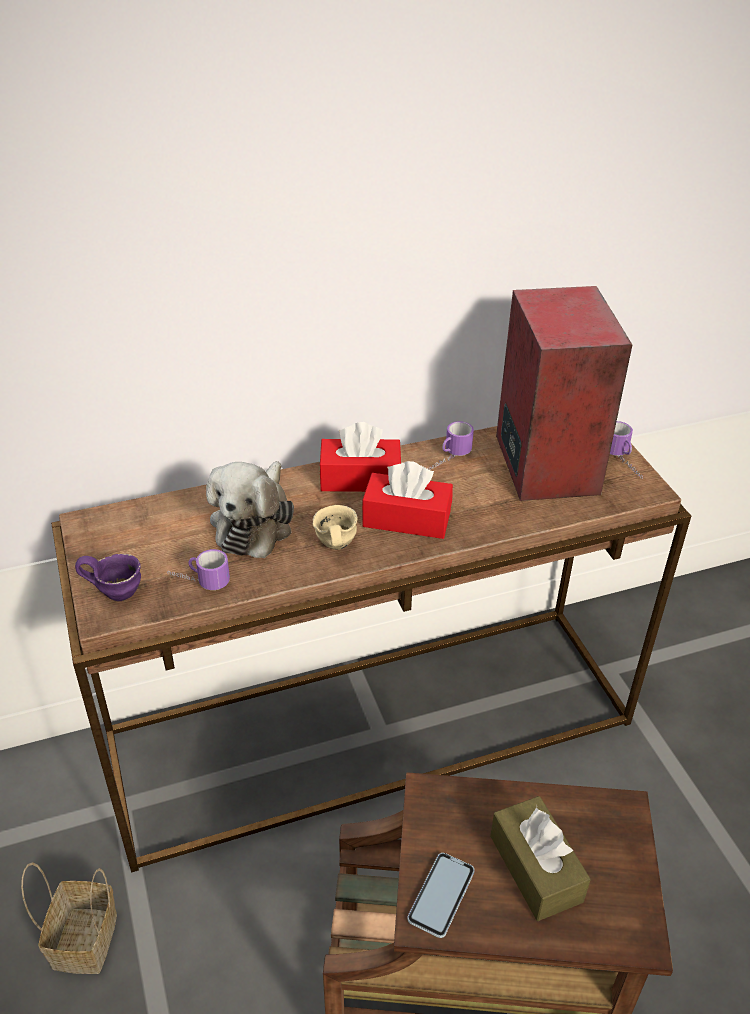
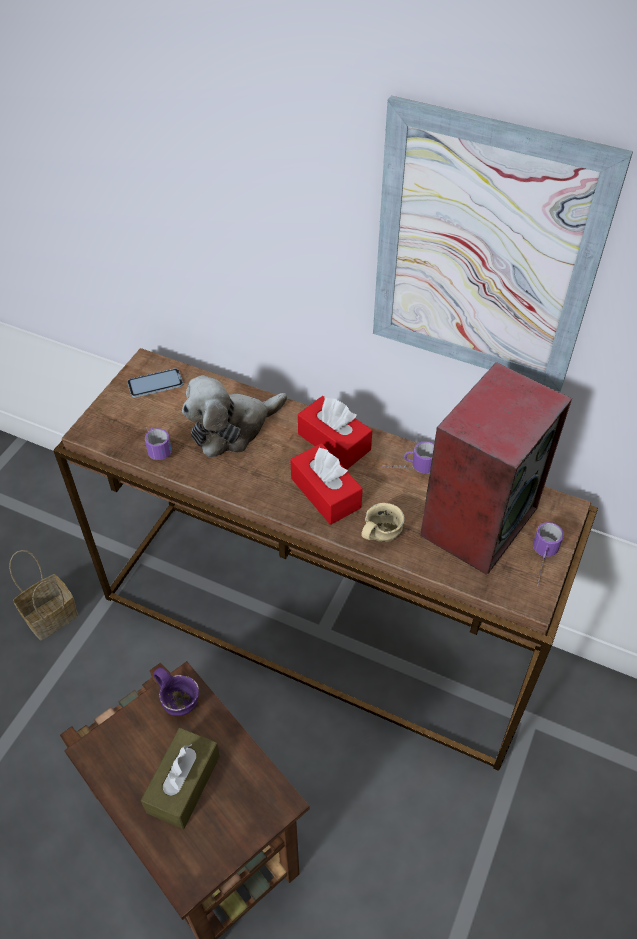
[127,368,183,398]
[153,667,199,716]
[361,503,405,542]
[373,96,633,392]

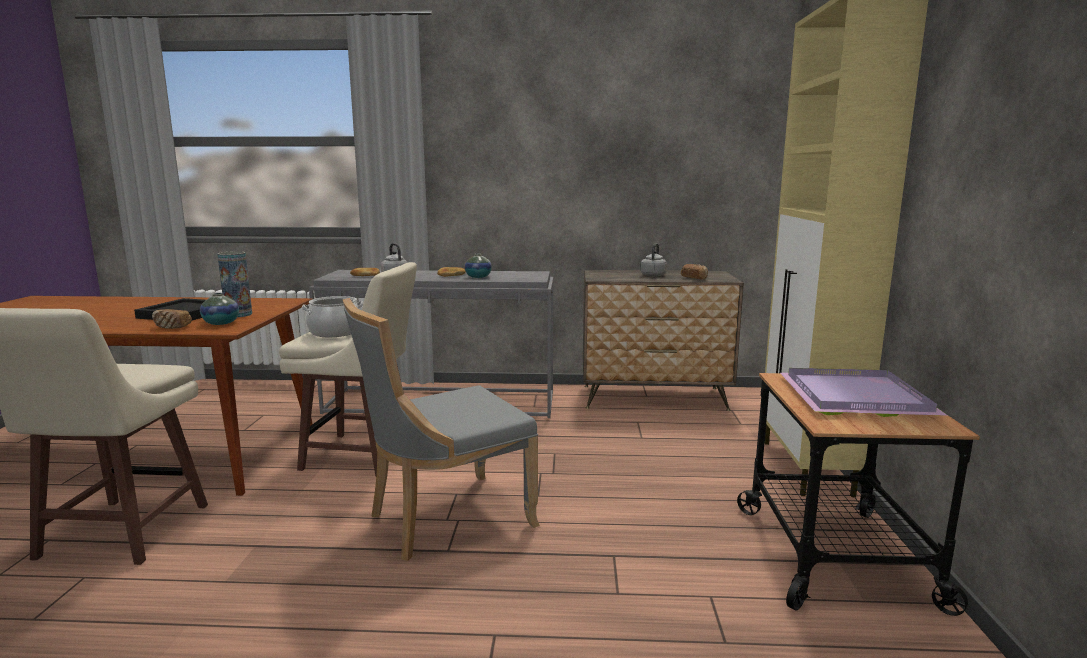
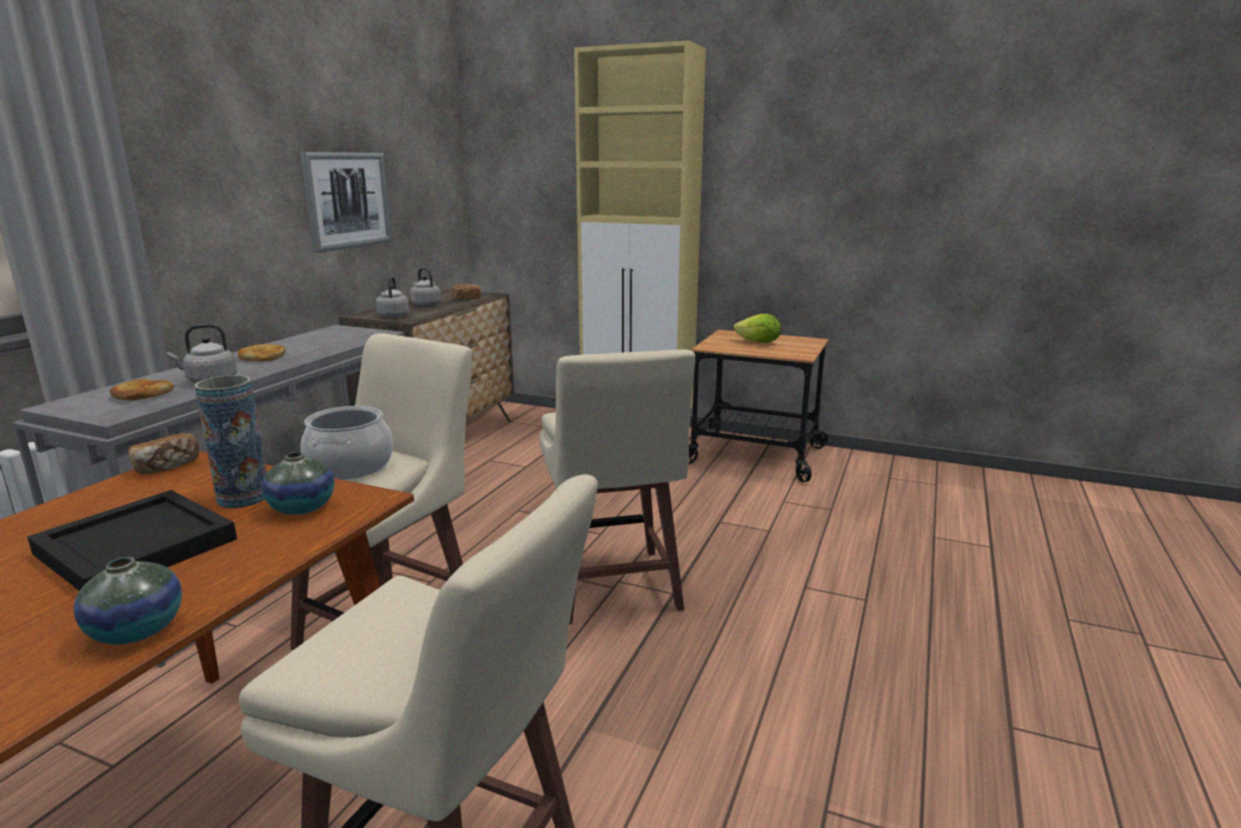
[74,557,182,645]
[128,433,199,474]
[300,152,392,253]
[375,276,409,318]
[539,349,695,625]
[734,314,781,343]

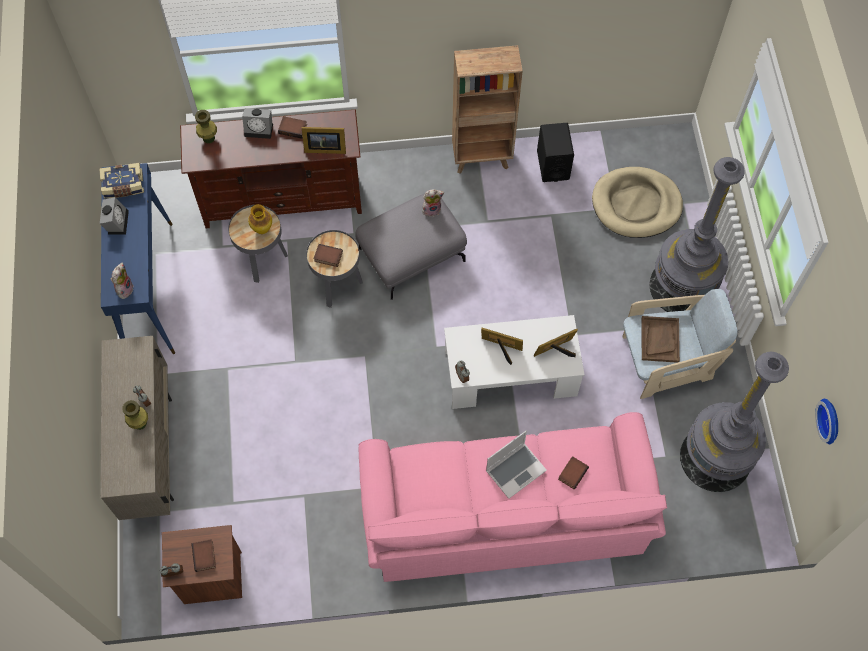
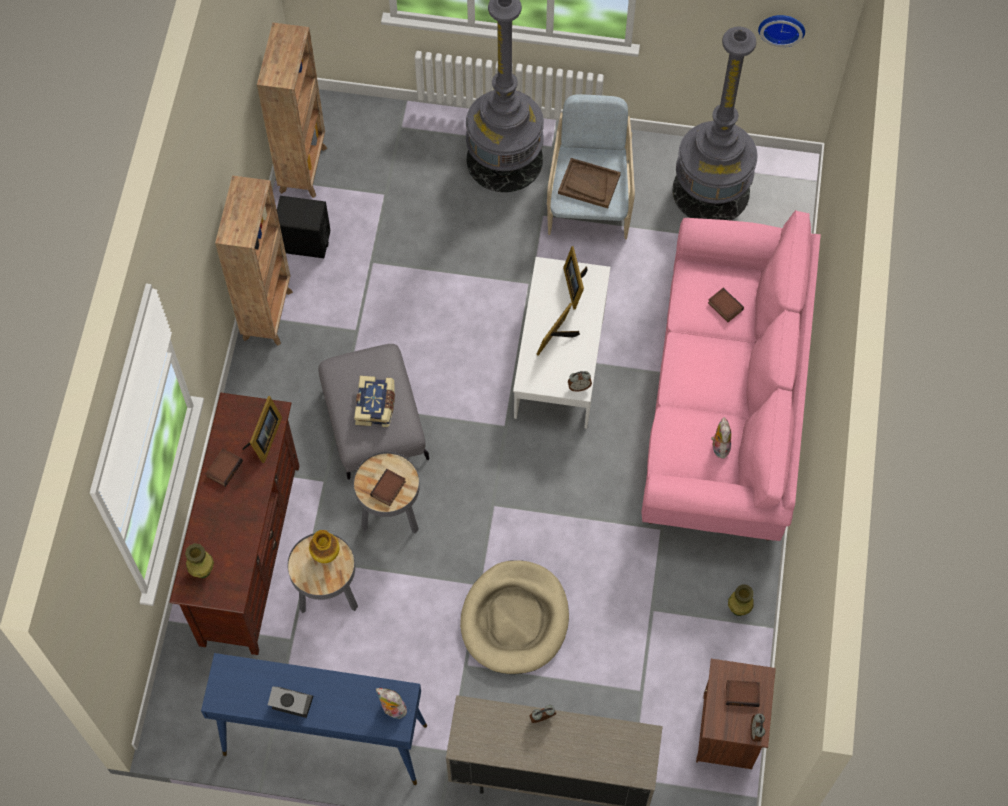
[257,23,327,198]
[354,376,395,427]
[460,560,569,674]
[711,417,731,459]
[728,584,754,616]
[242,108,273,139] (first image)
[486,431,547,499] (first image)

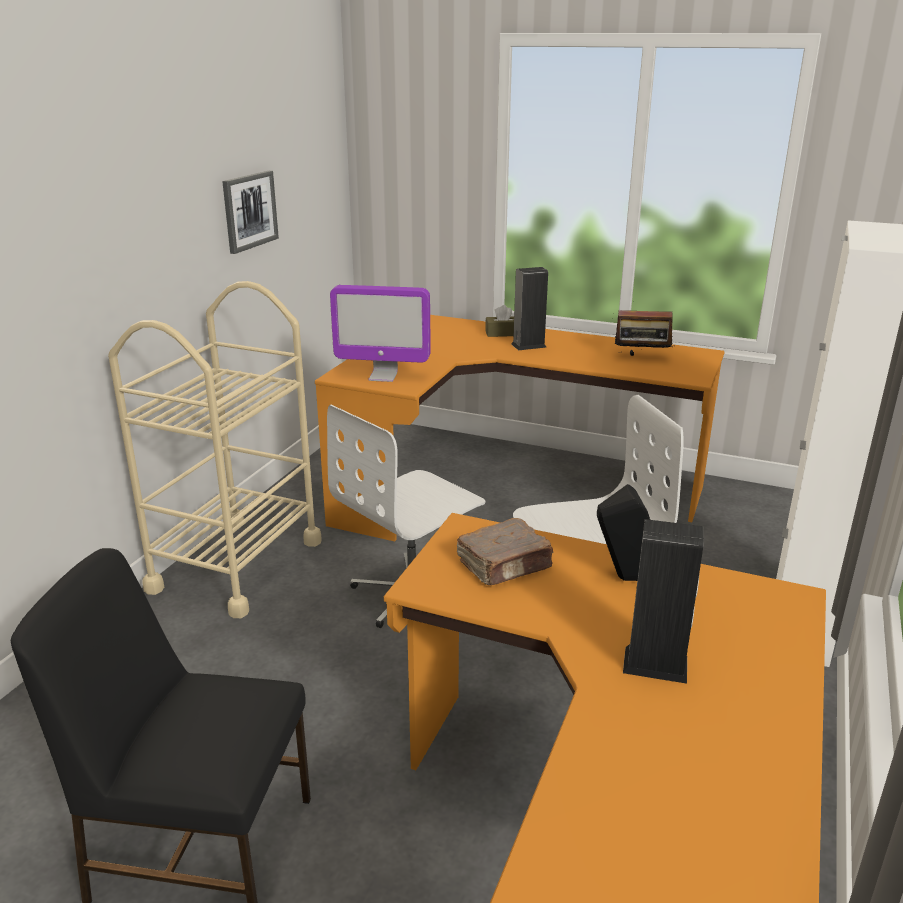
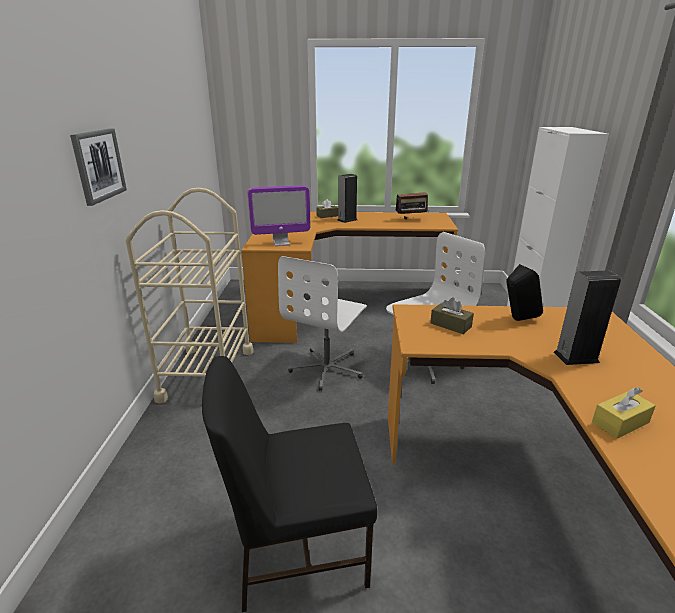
[70,128,127,206]
[430,297,474,334]
[592,388,656,439]

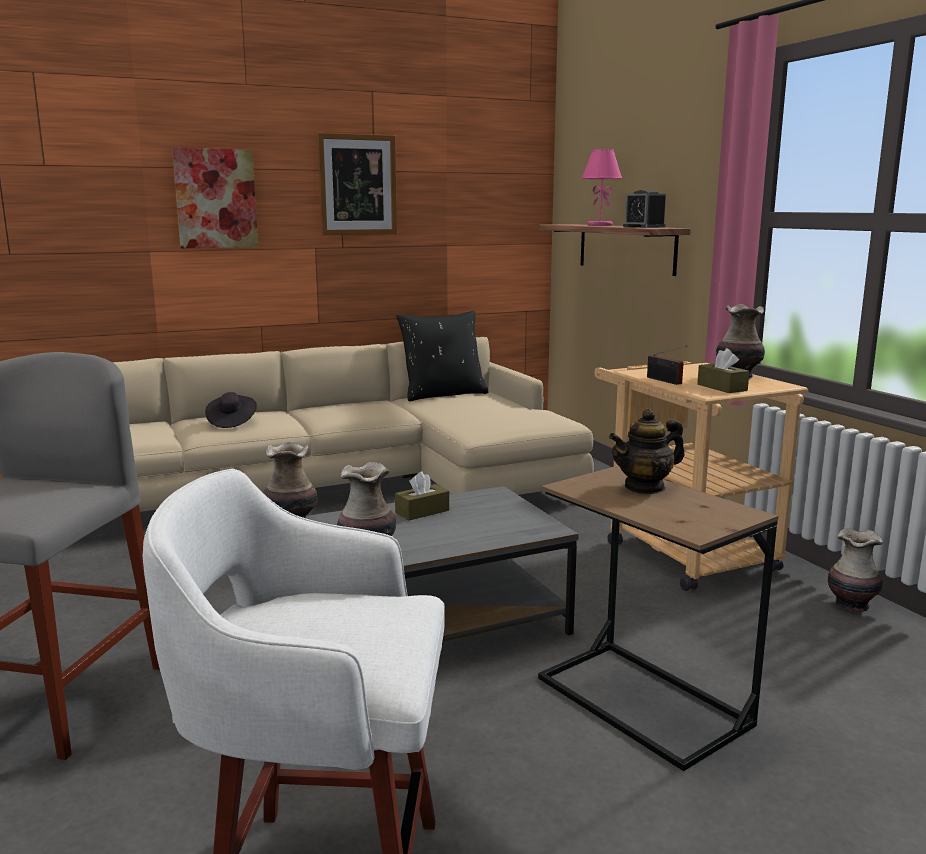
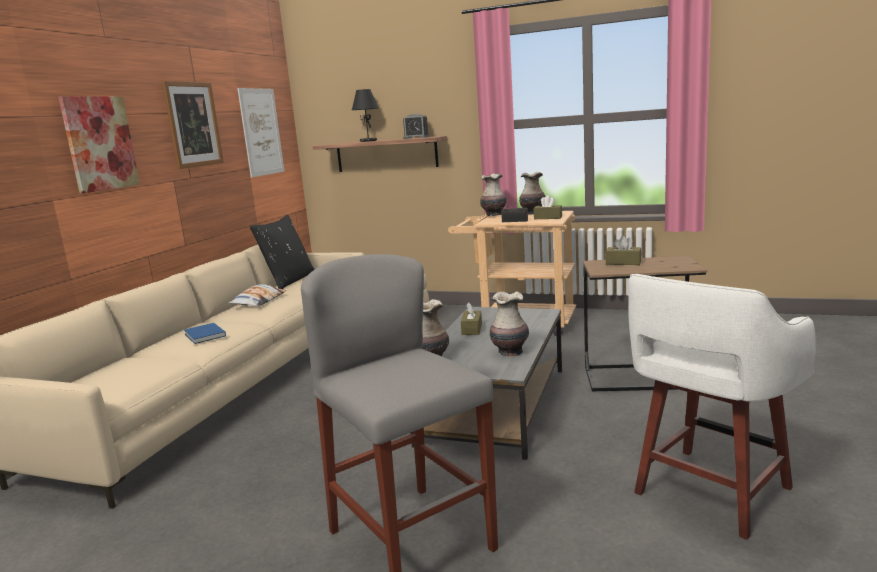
[184,323,226,344]
[229,284,286,306]
[237,88,285,178]
[352,89,379,142]
[480,173,506,216]
[606,236,642,265]

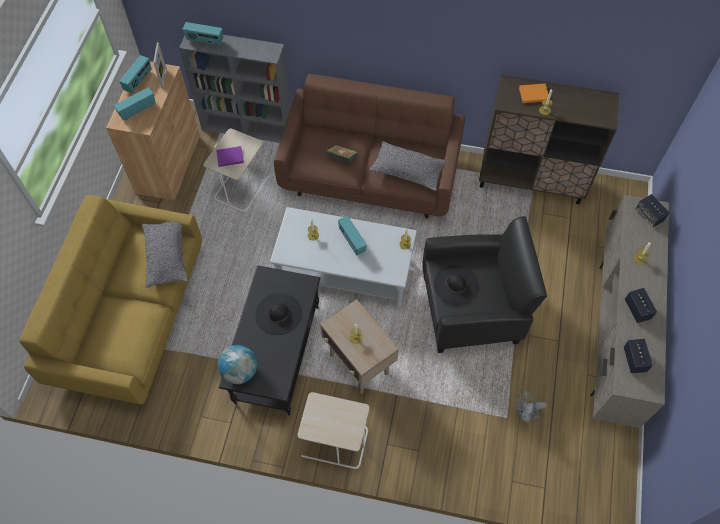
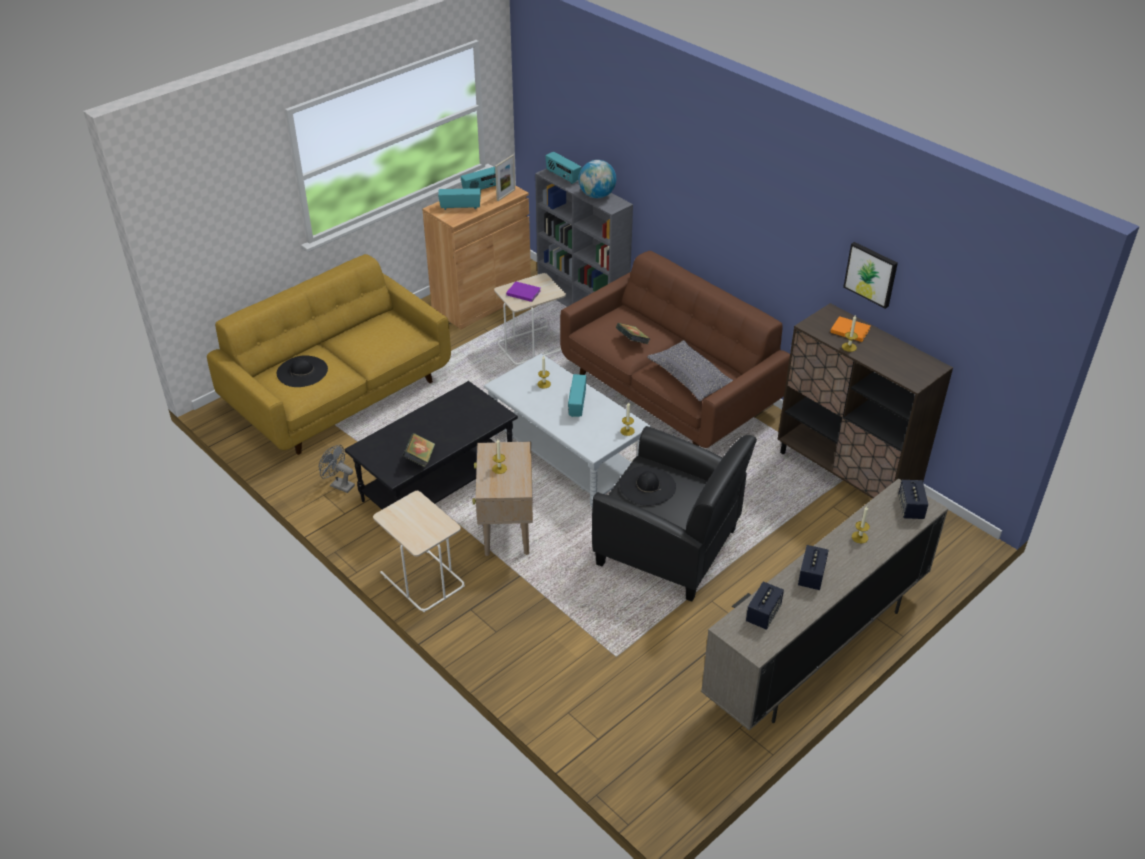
[276,355,328,387]
[319,445,355,493]
[403,433,435,467]
[579,160,616,198]
[843,242,898,309]
[142,222,188,288] (first image)

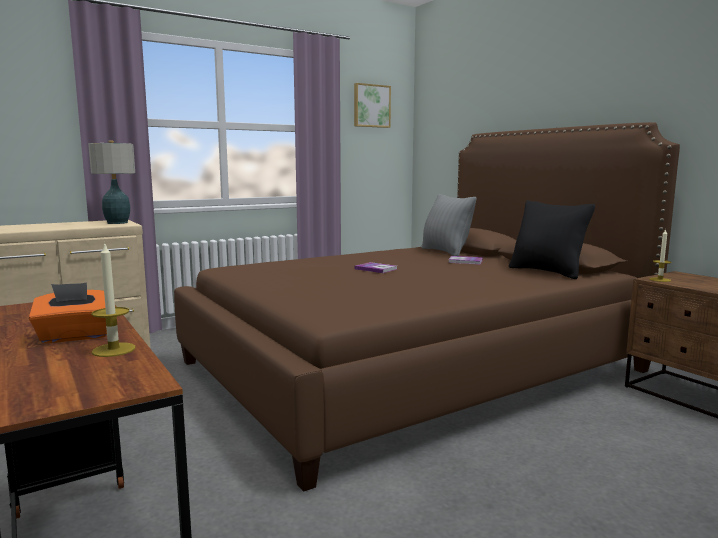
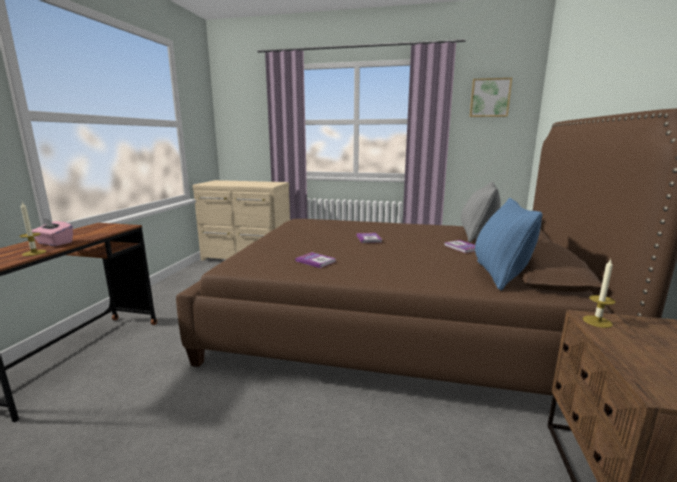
[32,217,73,246]
[295,252,336,268]
[475,198,543,290]
[88,141,135,224] (first image)

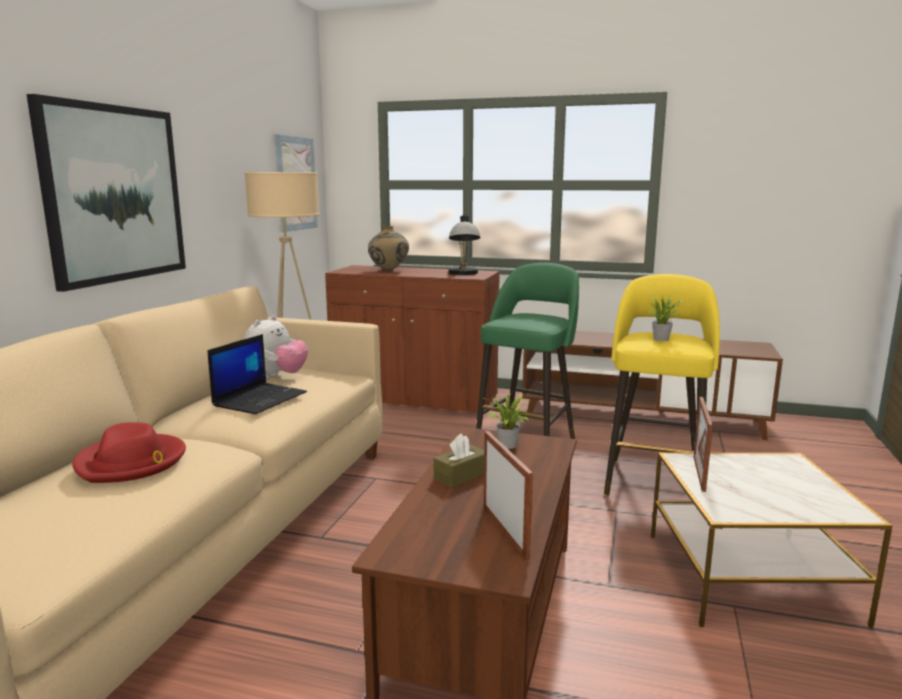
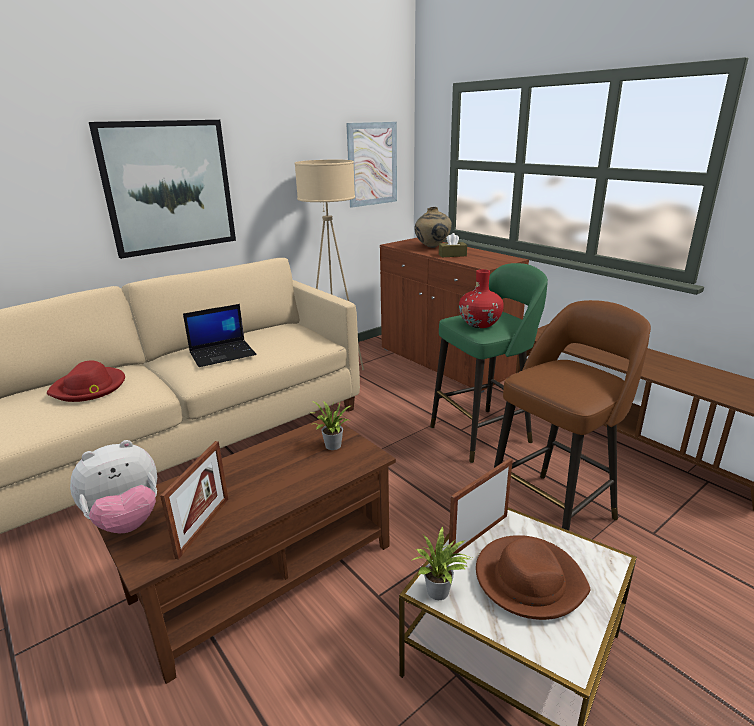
[70,440,157,533]
[411,526,472,600]
[439,233,467,257]
[459,269,504,328]
[476,535,590,620]
[494,300,651,530]
[449,213,481,275] (first image)

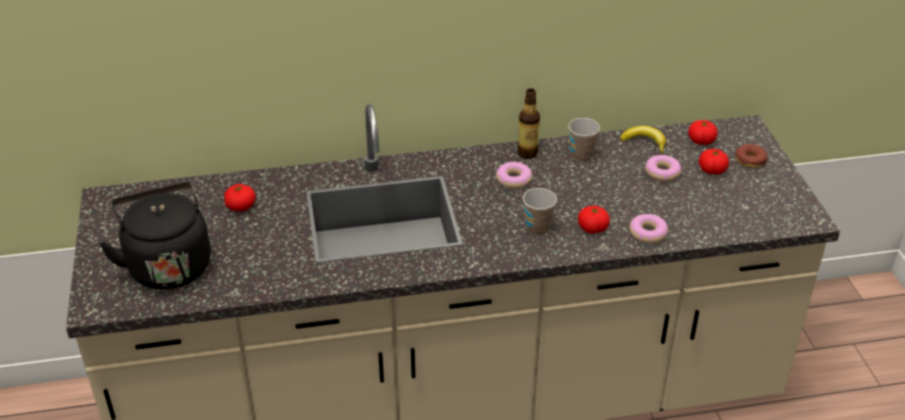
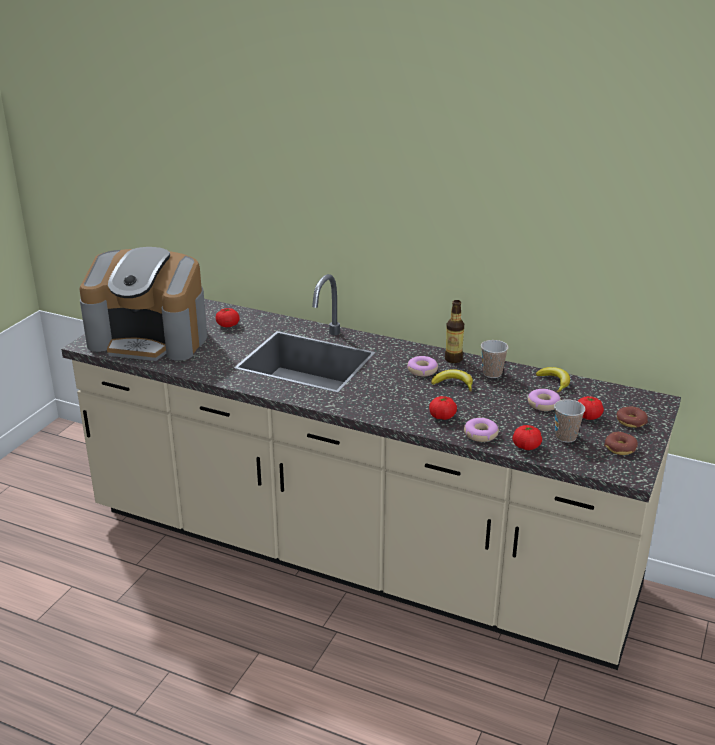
[79,247,207,361]
[431,369,473,391]
[513,425,542,450]
[554,399,585,443]
[604,432,638,455]

